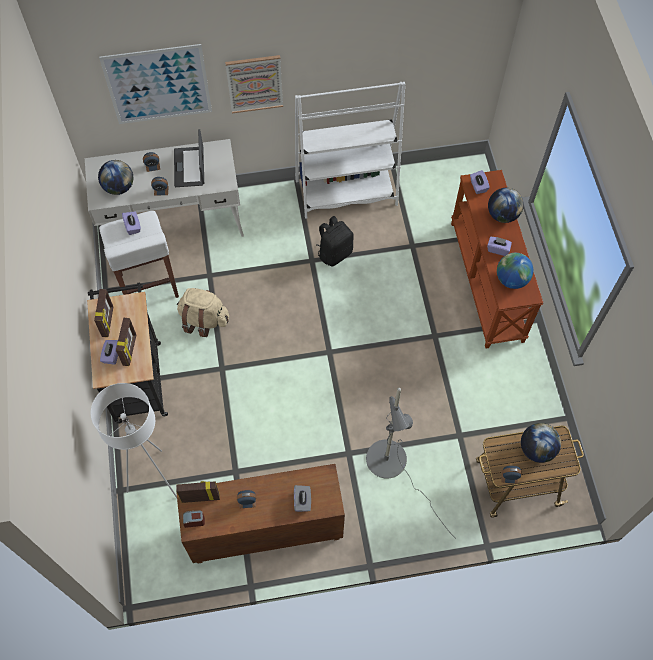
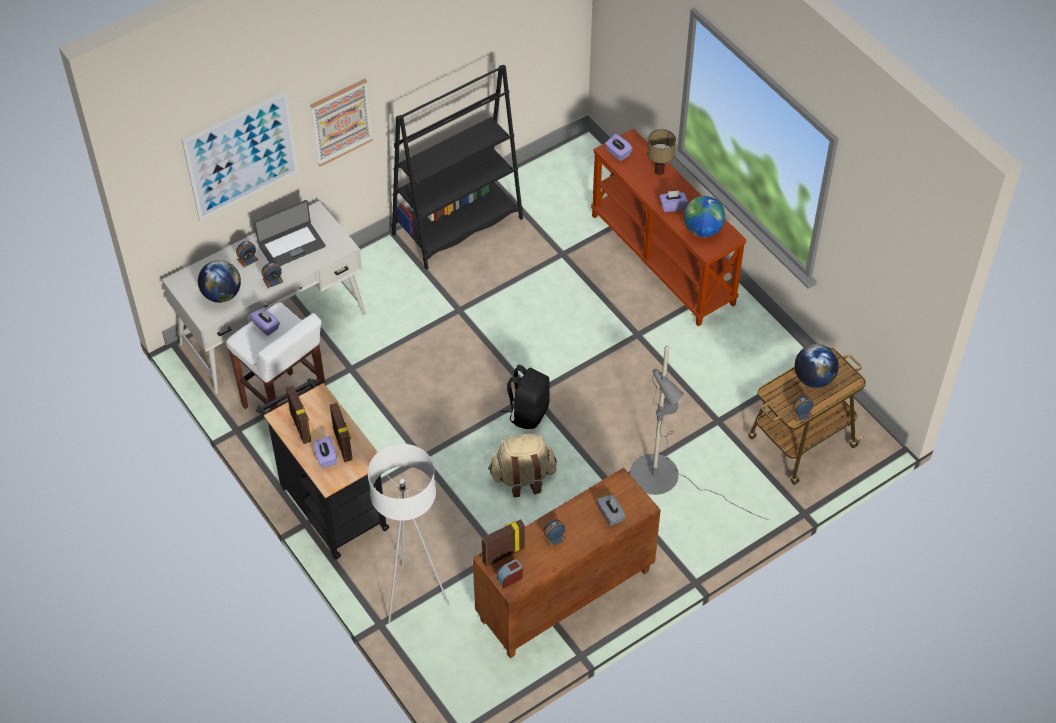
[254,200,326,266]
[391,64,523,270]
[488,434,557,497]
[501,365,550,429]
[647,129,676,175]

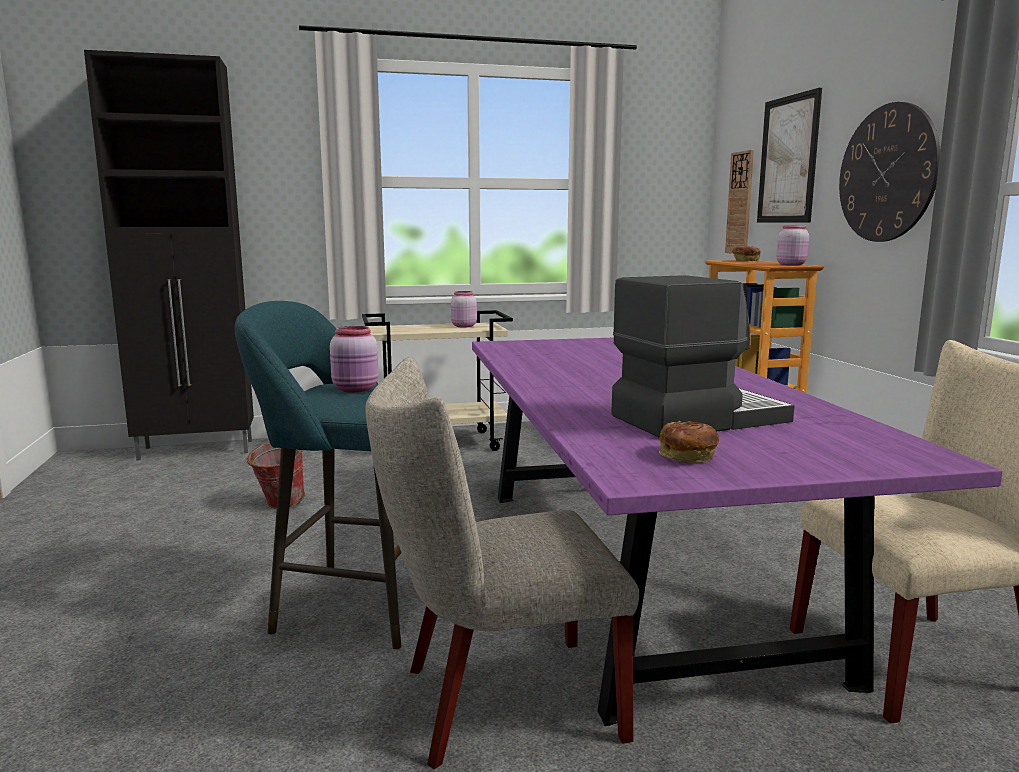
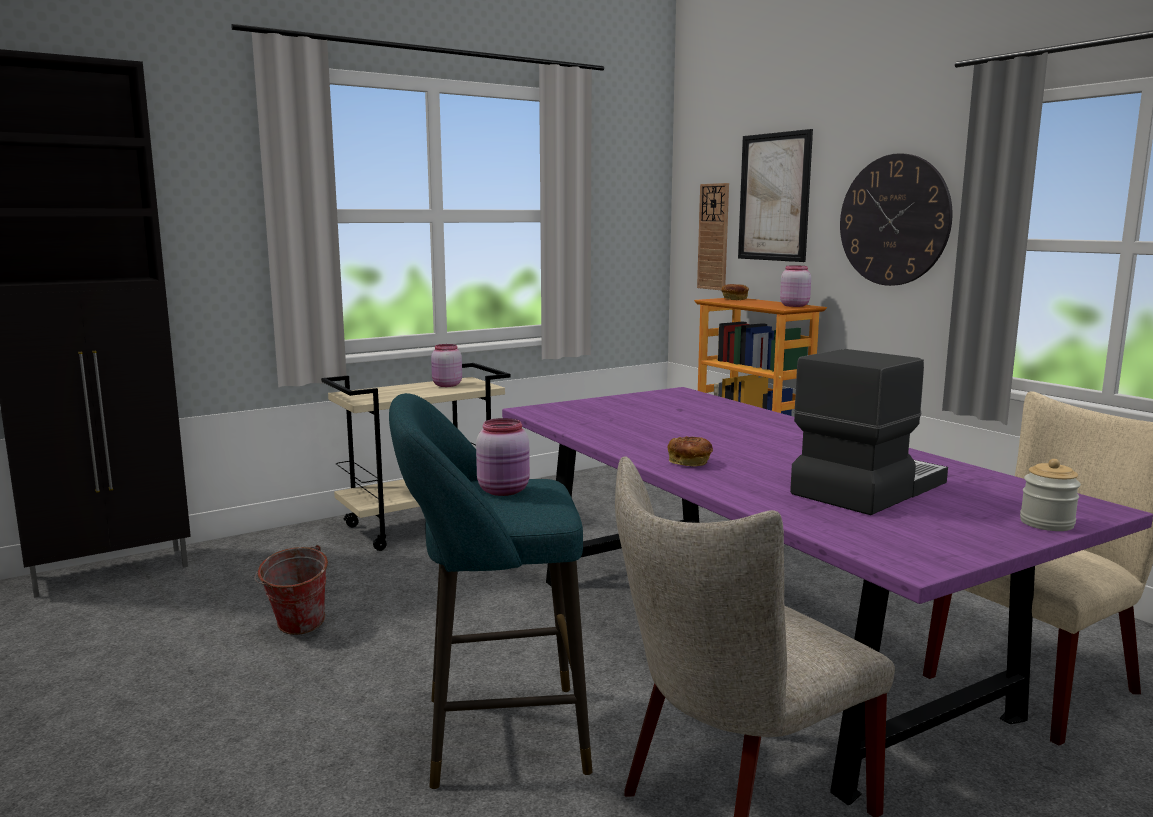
[668,436,713,467]
[1020,459,1081,531]

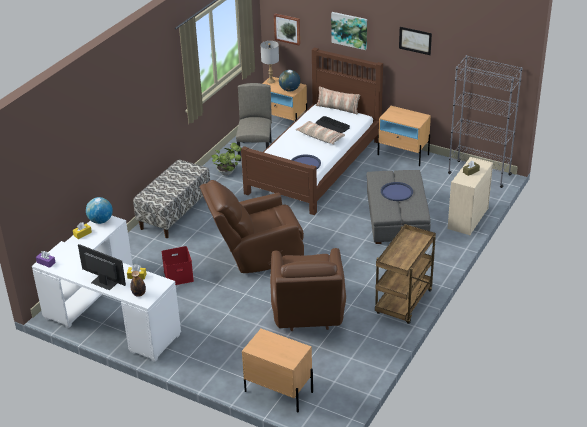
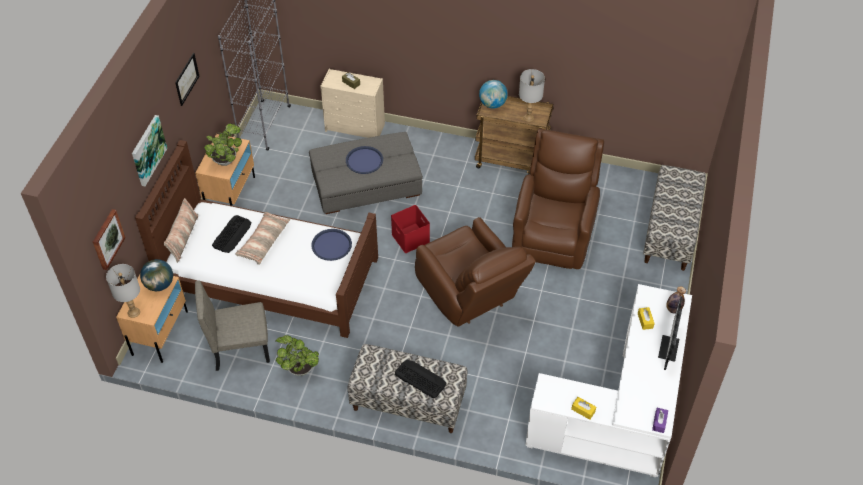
[204,123,242,166]
[391,205,430,253]
[395,360,446,398]
[479,80,508,108]
[512,128,604,269]
[519,69,545,122]
[643,165,706,271]

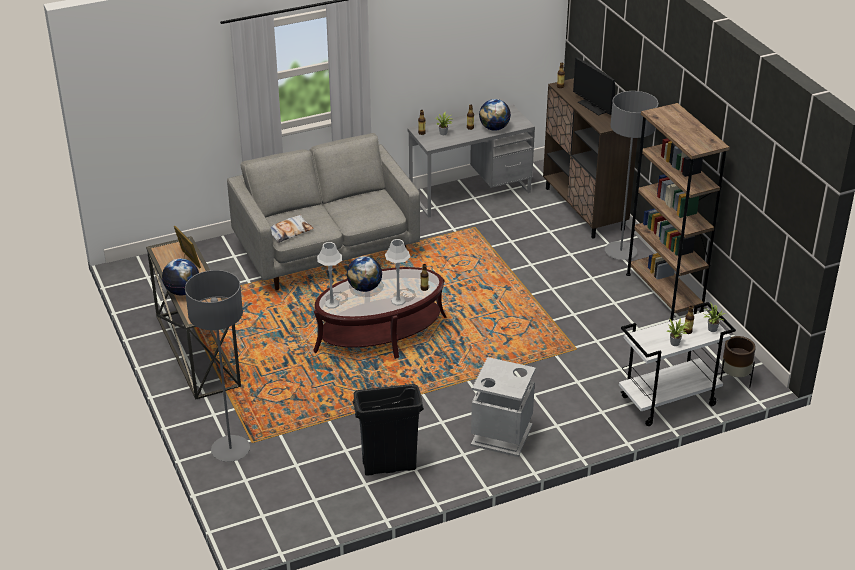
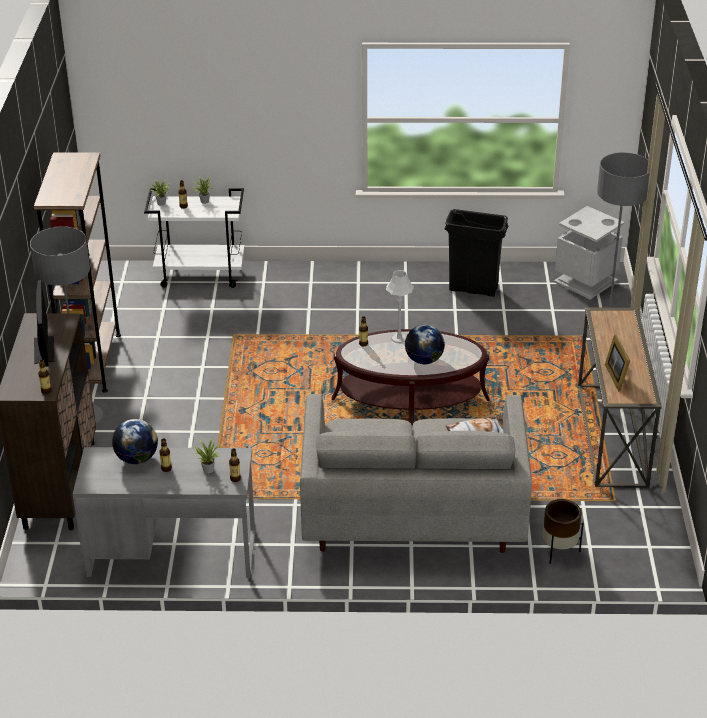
[543,499,584,564]
[554,206,624,300]
[162,258,199,295] (first image)
[317,242,342,309] (first image)

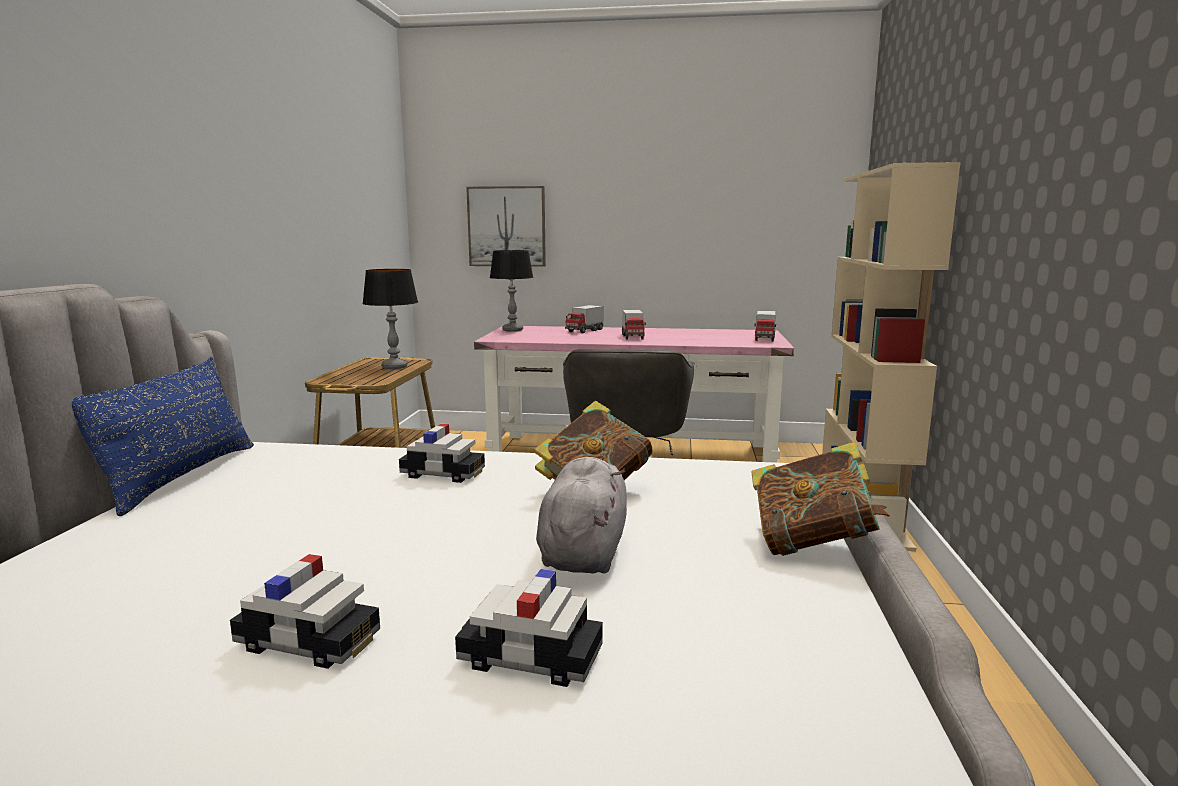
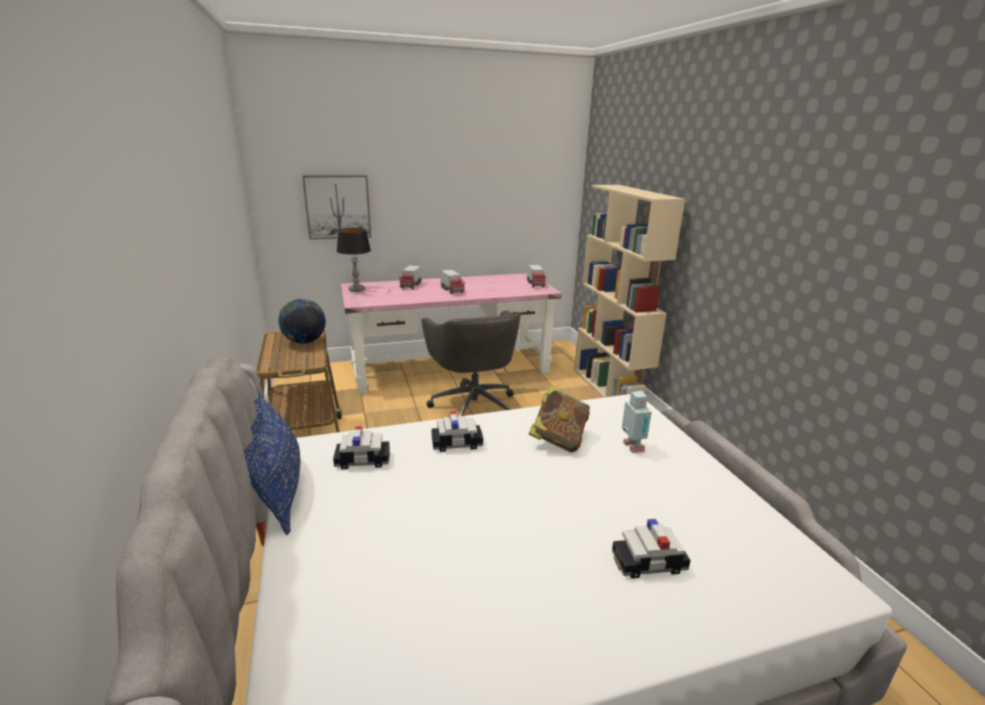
[278,299,326,344]
[333,426,390,469]
[622,391,652,453]
[536,457,627,574] (first image)
[751,442,890,556] (first image)

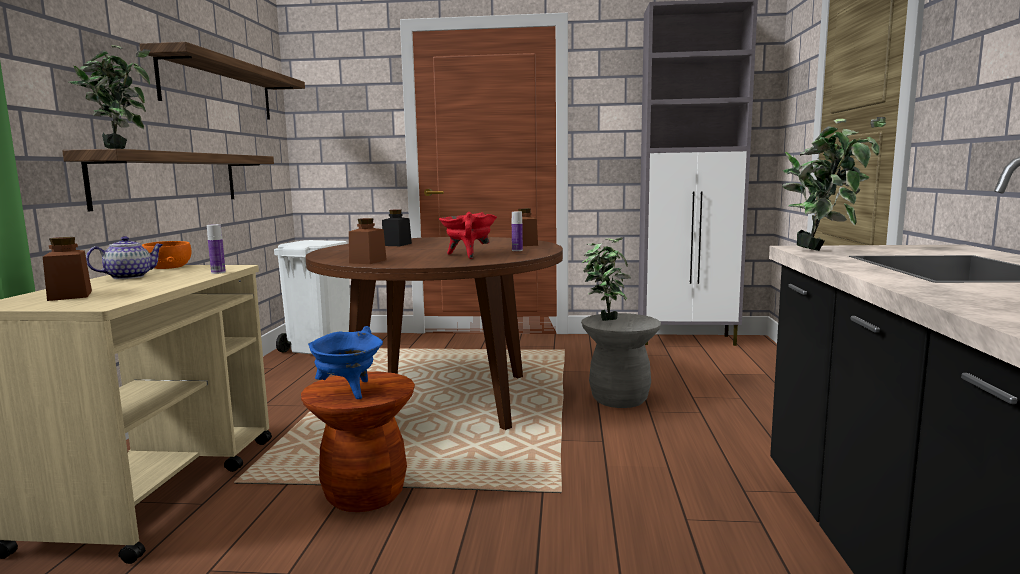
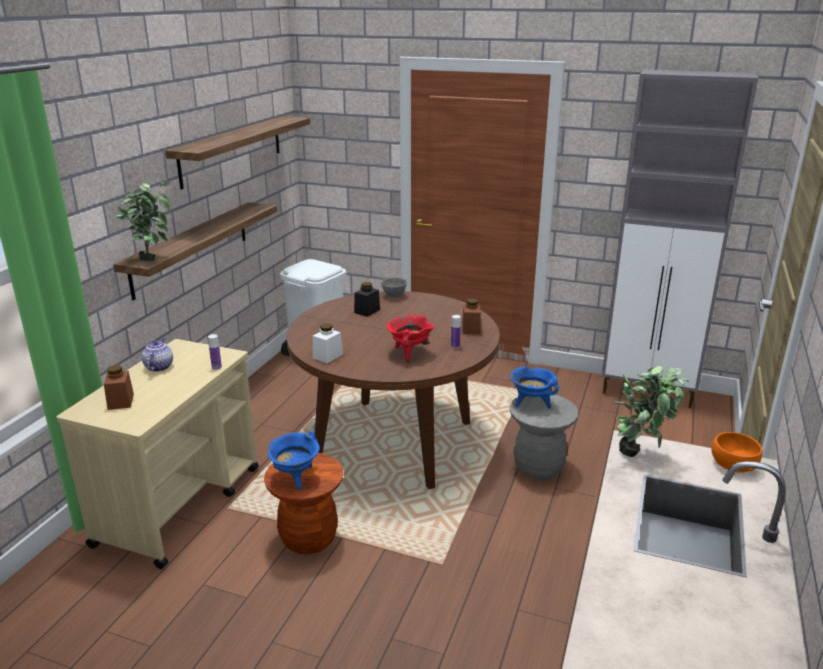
[142,338,173,372]
[313,323,343,363]
[381,277,407,298]
[510,366,559,409]
[711,432,762,473]

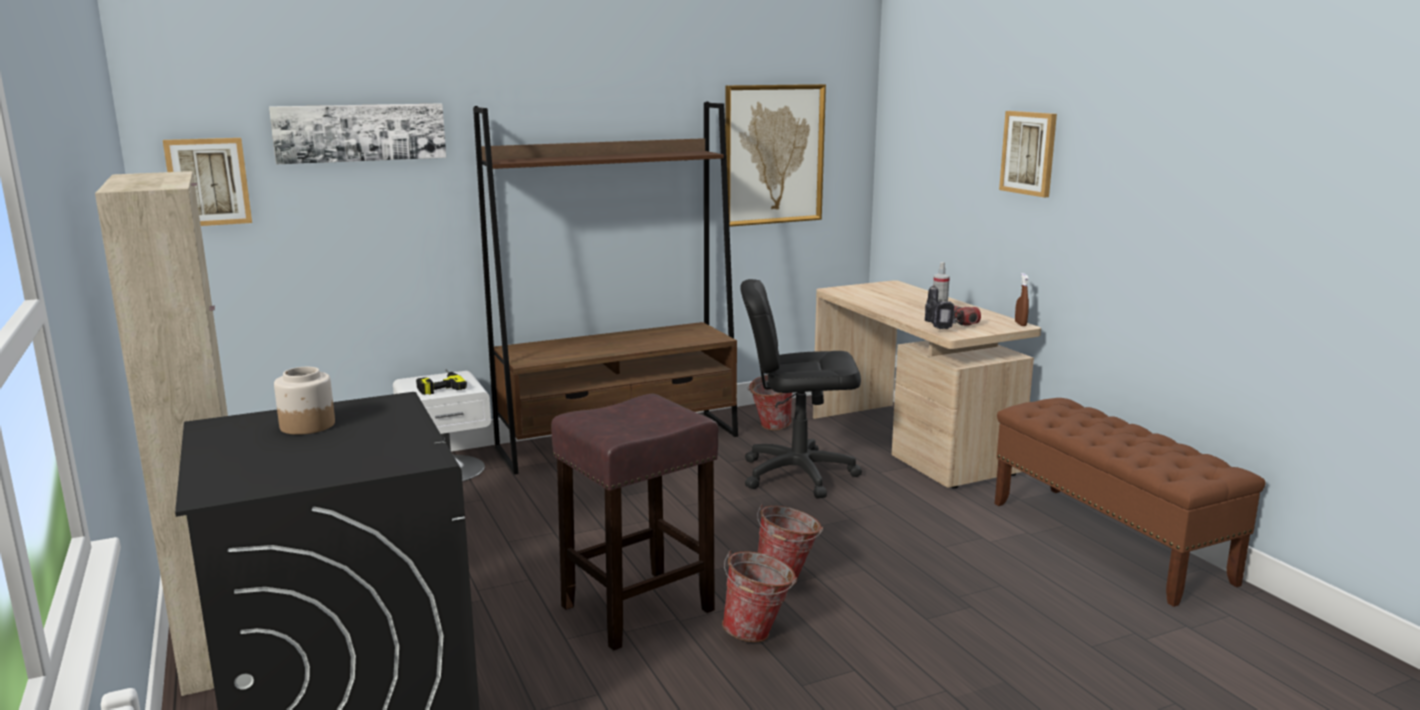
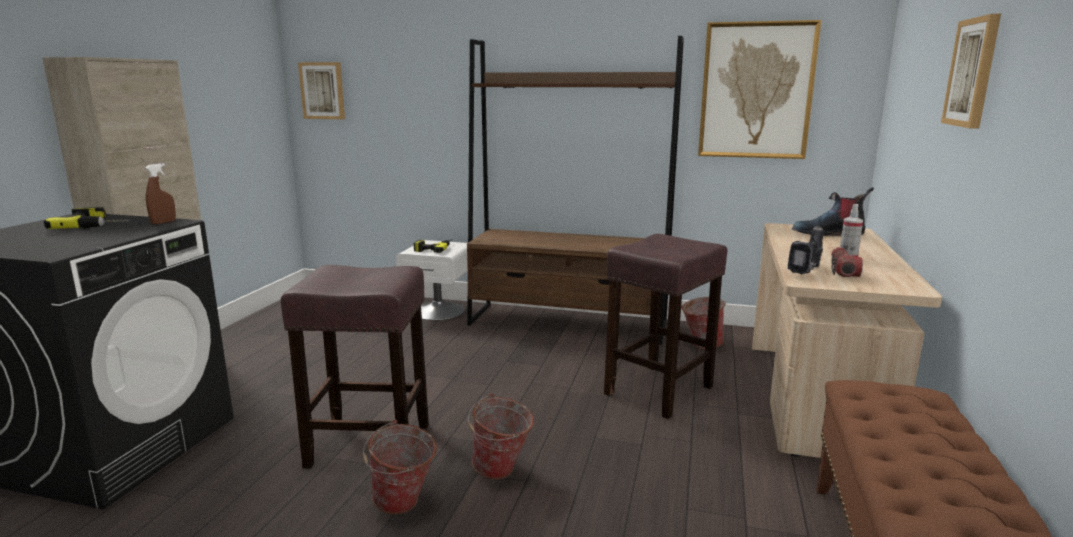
[44,207,130,229]
[146,163,176,225]
[604,234,727,419]
[792,187,874,236]
[269,103,446,164] (first image)

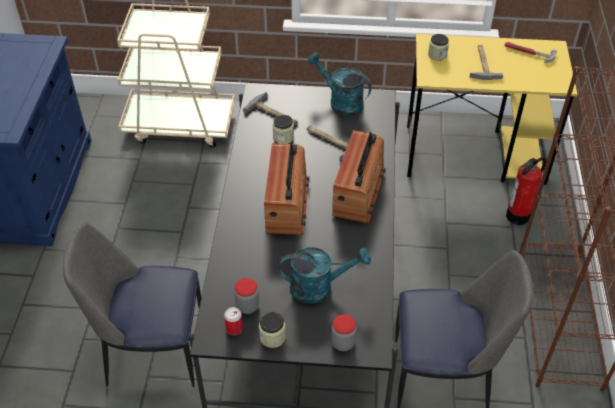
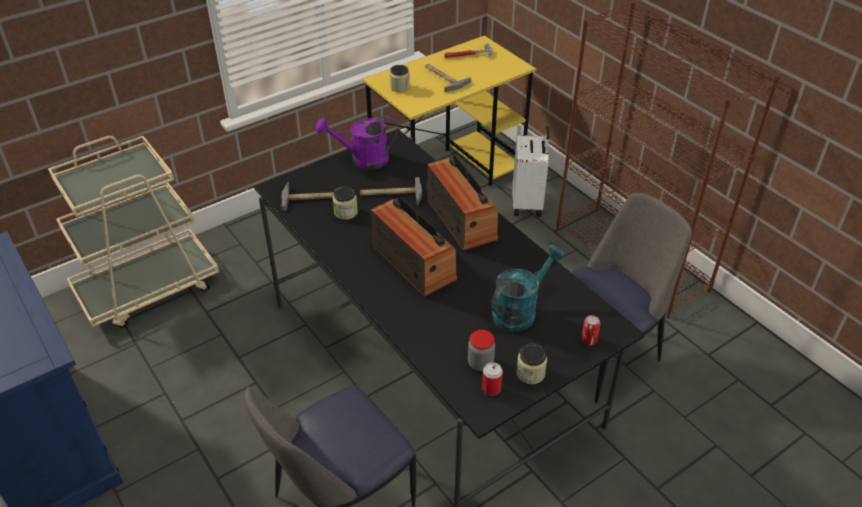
[316,116,397,170]
[513,126,549,217]
[581,315,601,345]

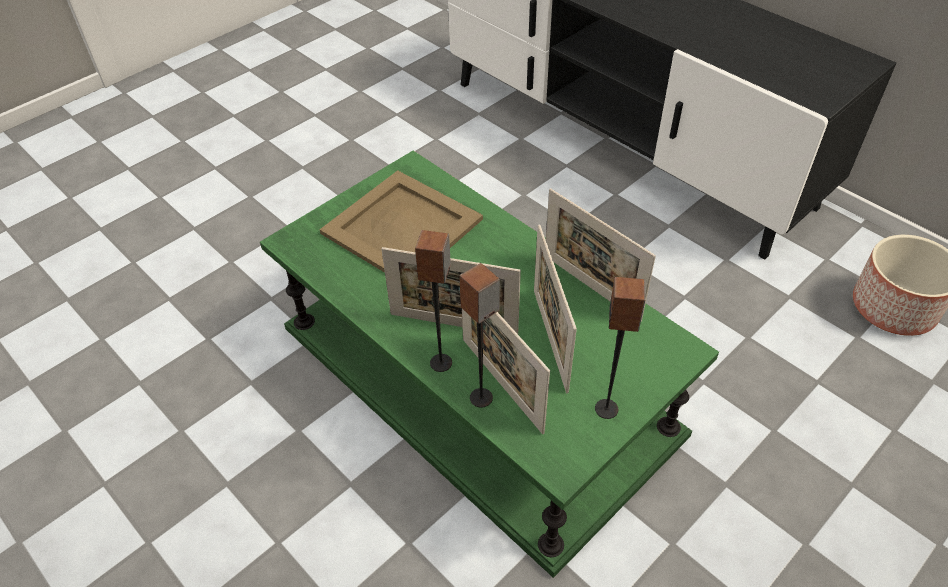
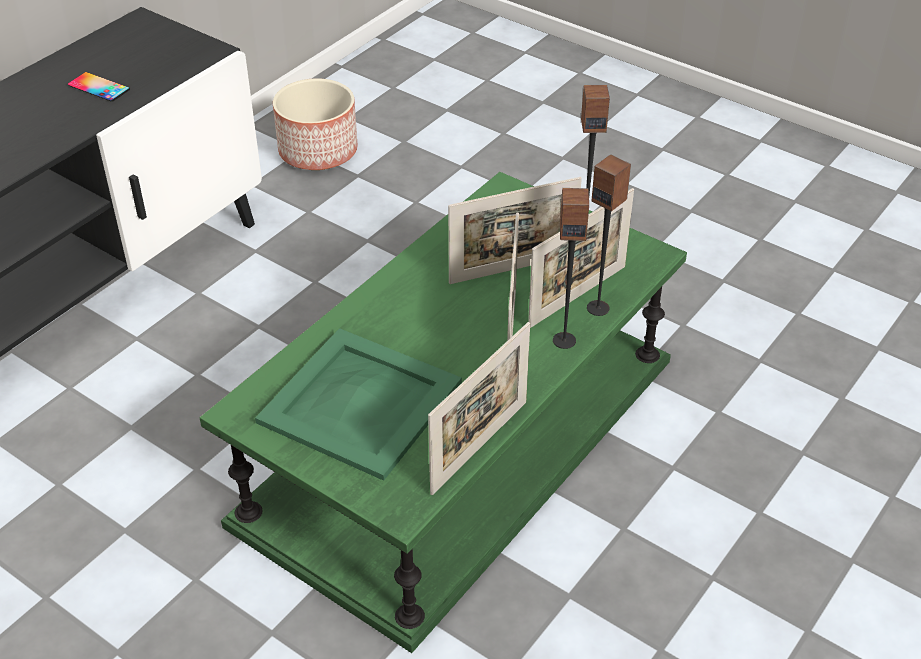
[68,72,130,102]
[255,328,462,481]
[428,322,530,495]

